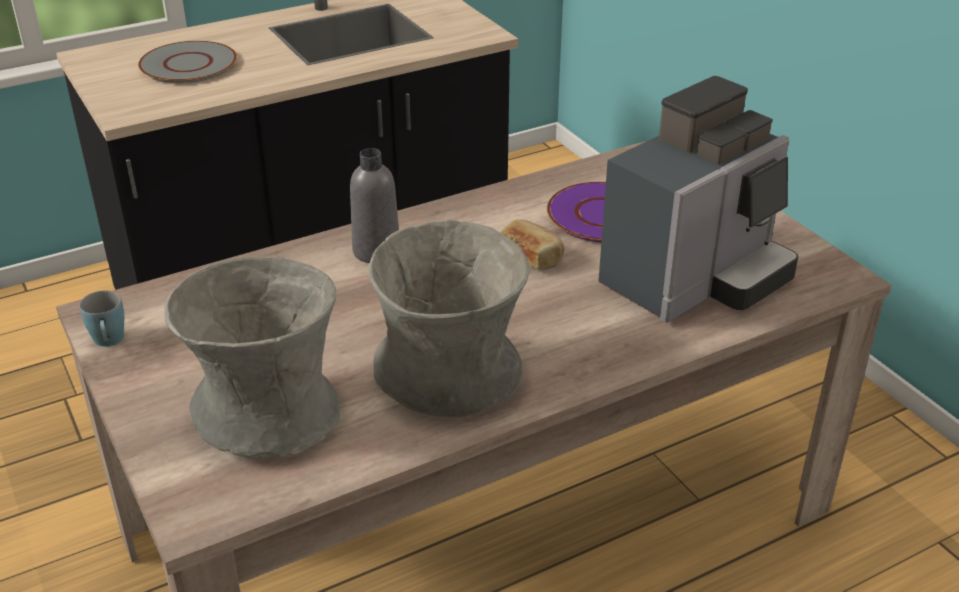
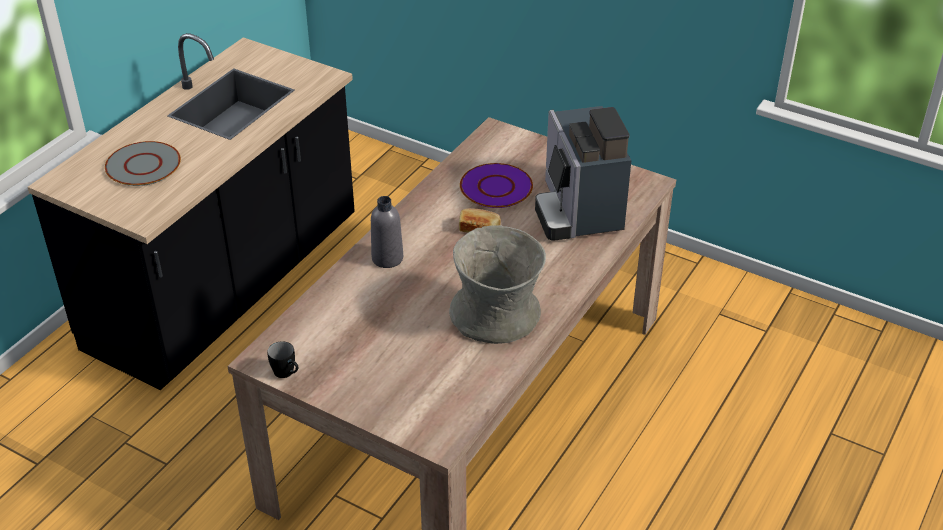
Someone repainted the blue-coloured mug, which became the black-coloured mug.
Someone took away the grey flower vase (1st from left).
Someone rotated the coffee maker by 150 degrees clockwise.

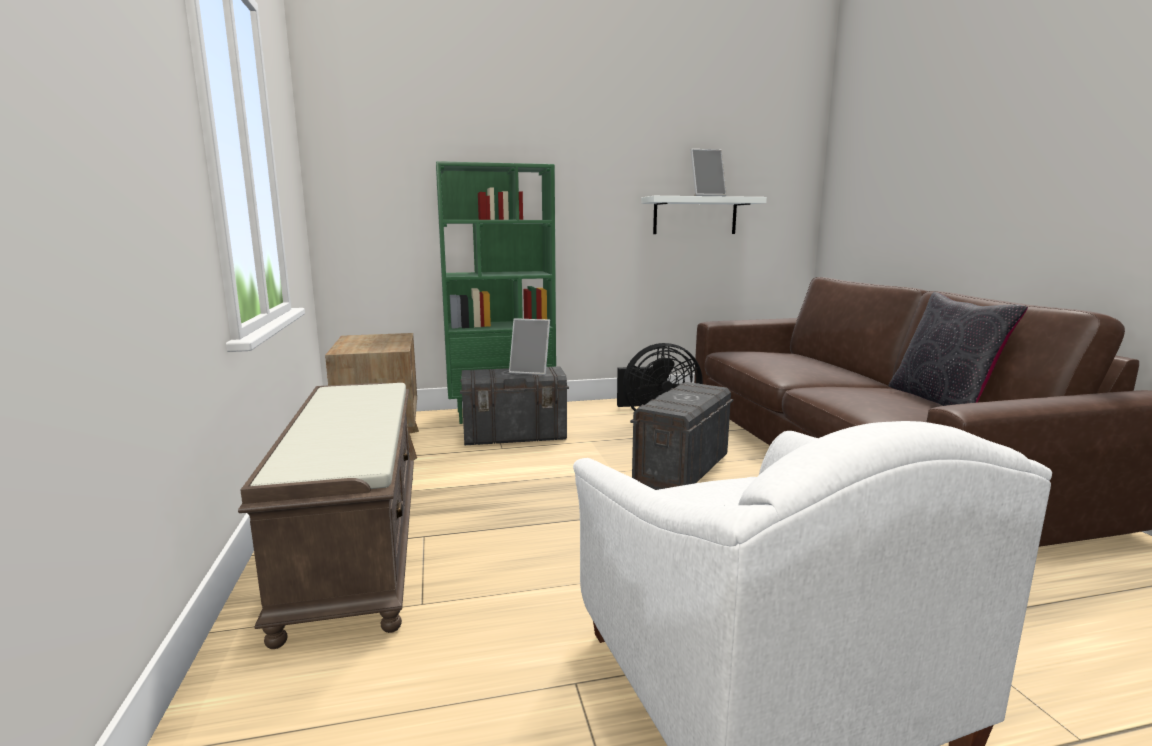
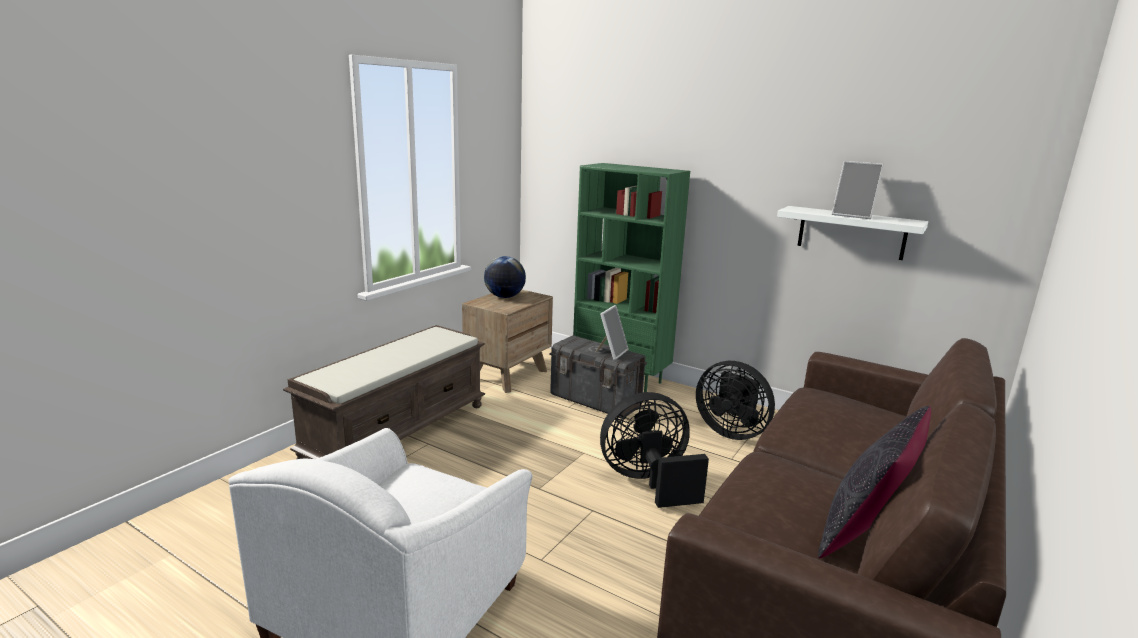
Someone rotated the picture frame (1st from left) by 120 degrees counterclockwise.
Someone swapped the grey storage box (2nd from left) for the black-coloured cooling fan (1st from left).
Someone put down the globe.

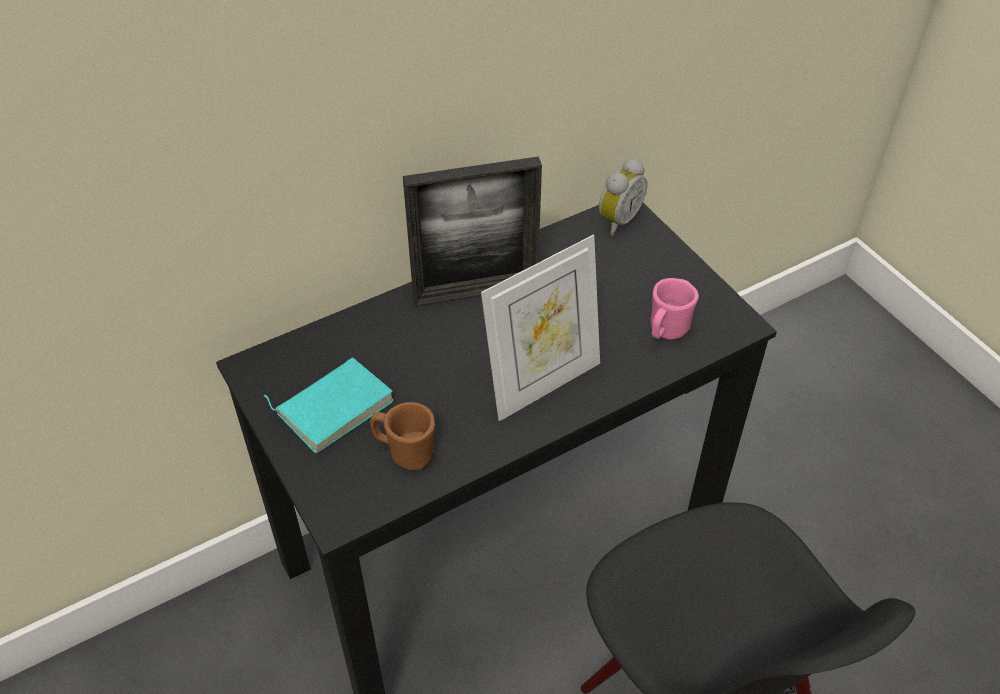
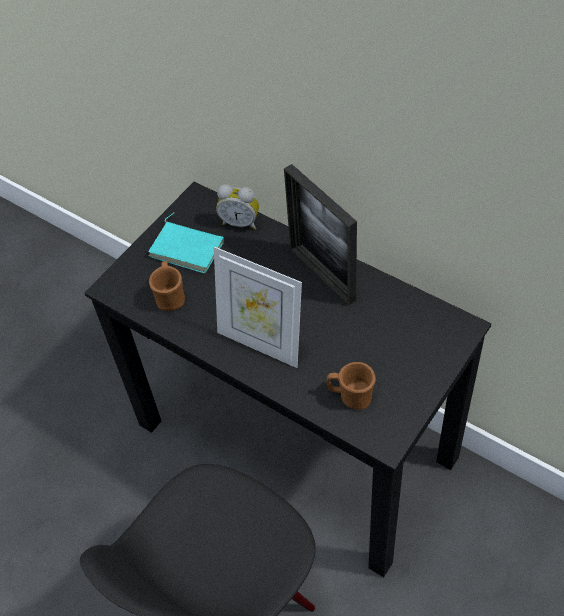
Someone carried the alarm clock.
Someone repainted the pink mug, which became the brown mug (2nd from left).

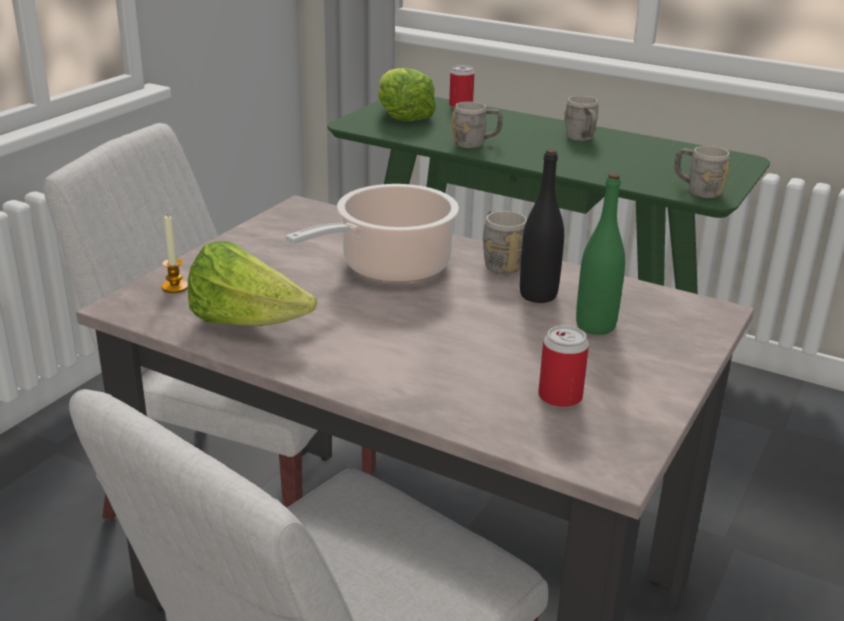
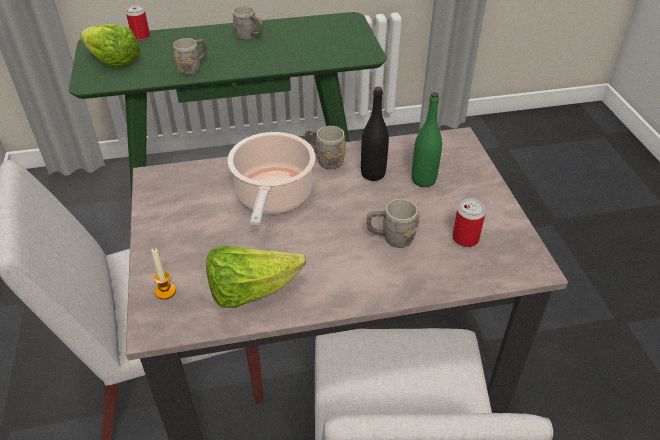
Someone carried the grey mug (4th from left).

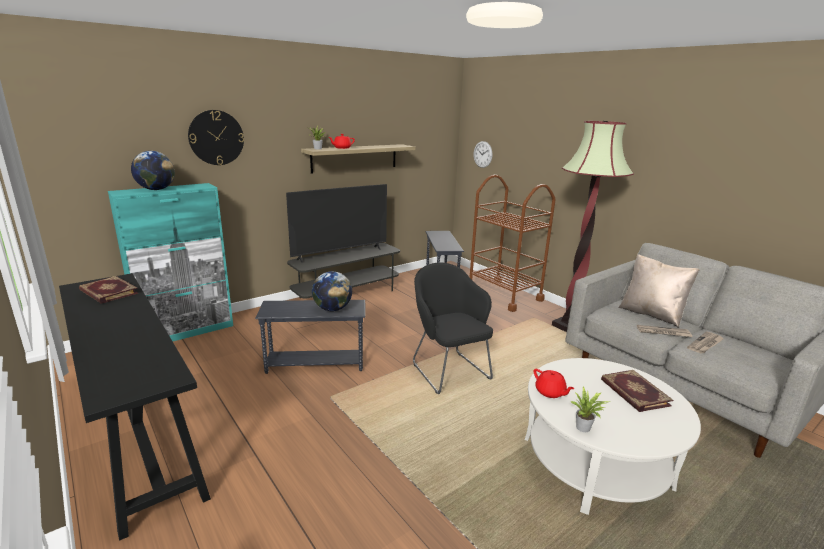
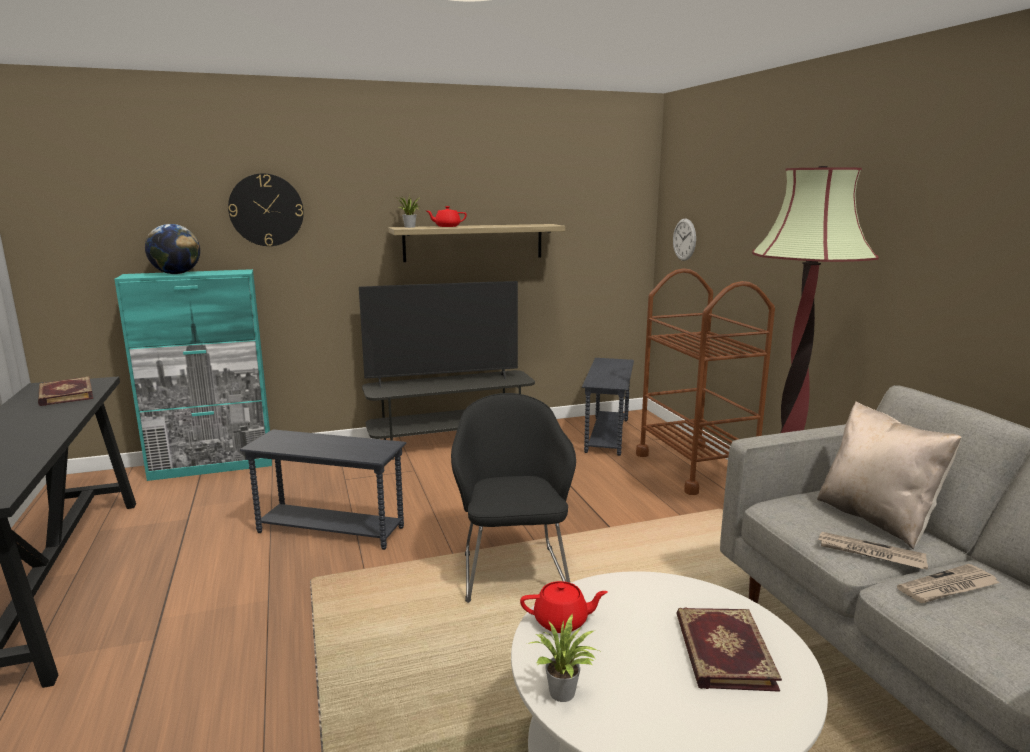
Someone took away the globe (2nd from left).
Someone rotated the red-coloured tea pot (2nd from left) by 75 degrees counterclockwise.

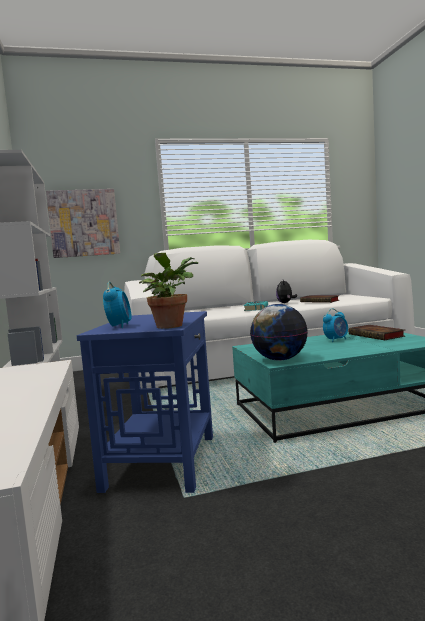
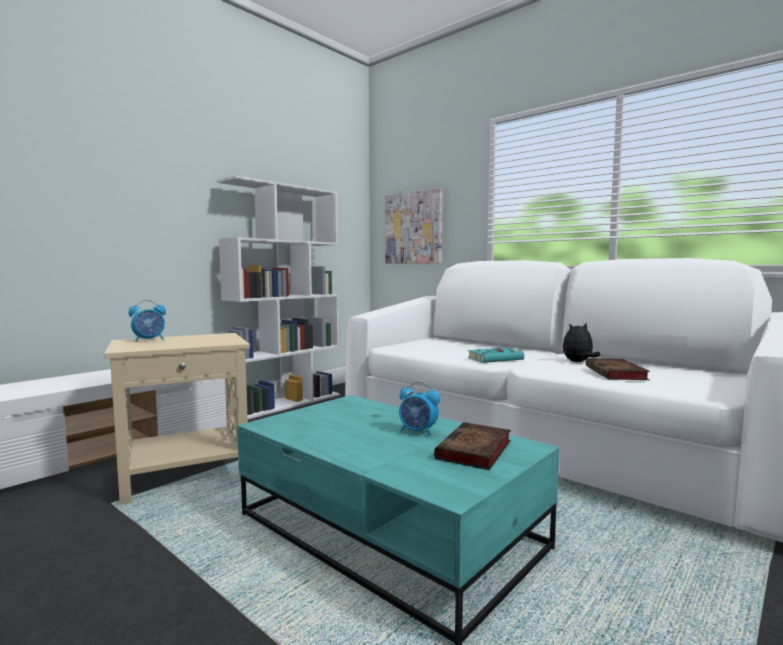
Someone repainted the blue-coloured end table, which became the beige end table.
Someone took away the houseplant.
Someone took away the globe.

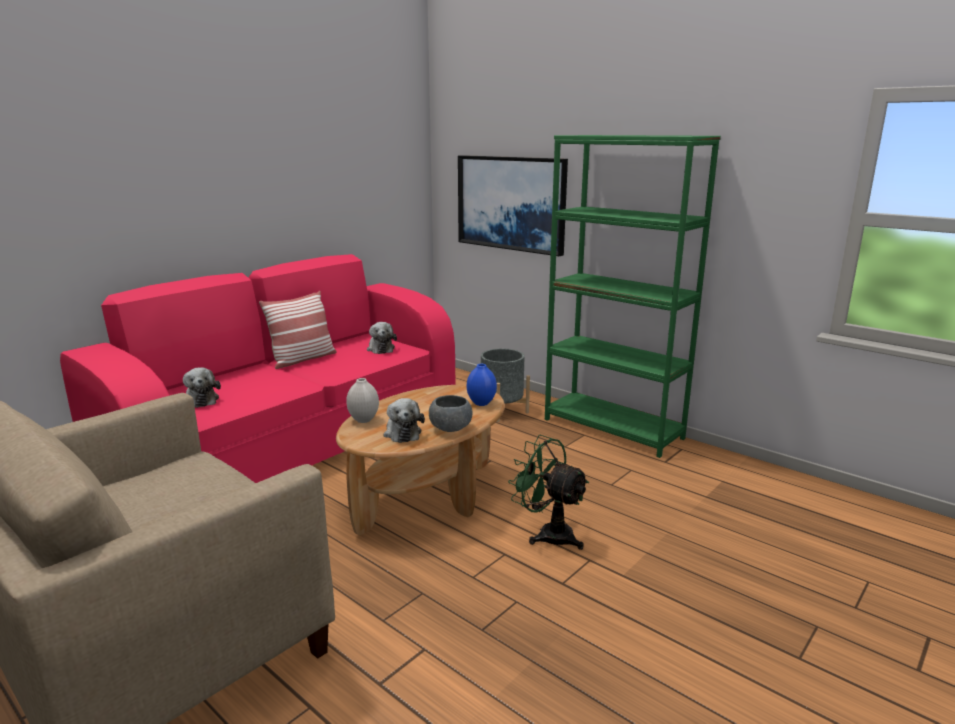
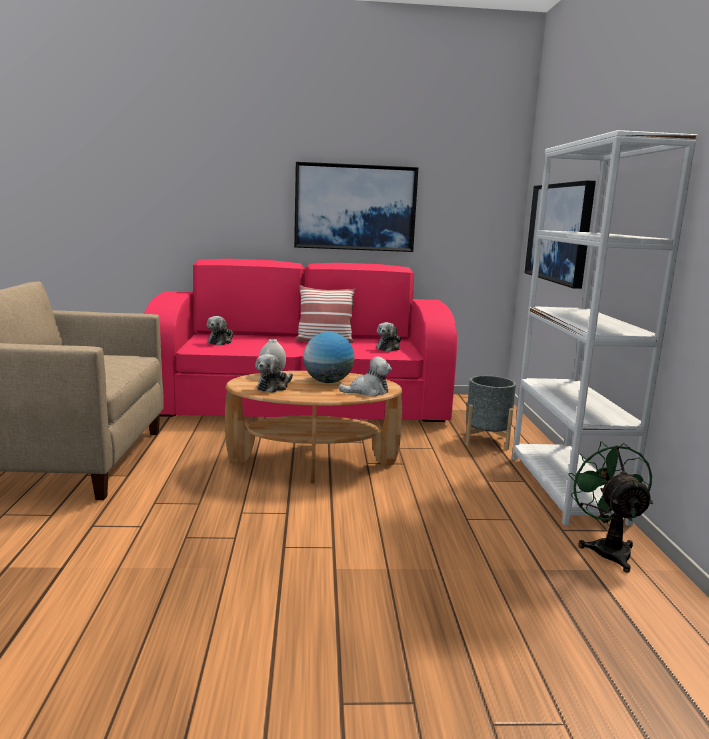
Someone took away the grey bowl.
Someone swapped the blue-coloured flower vase for the soft toy (3rd from left).
Someone carried the greenish cooling fan.
Someone repainted the greenish bookcase, which became the white bookcase.
Someone put up the picture (1st from left).
Someone put down the globe.

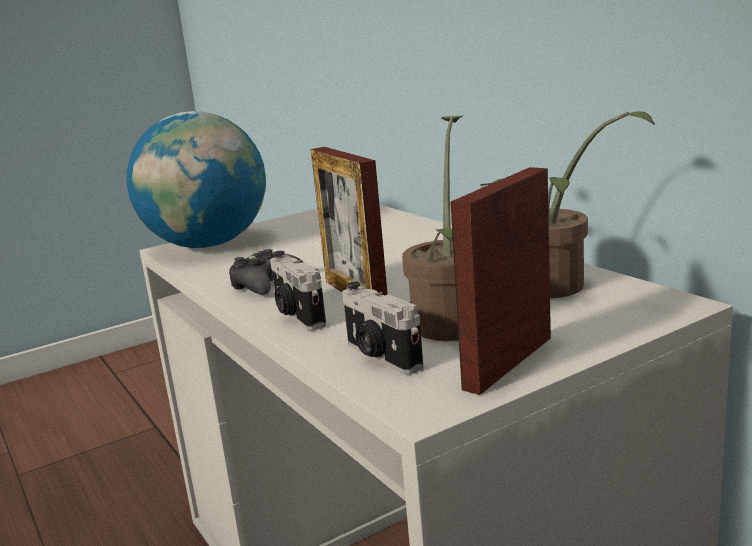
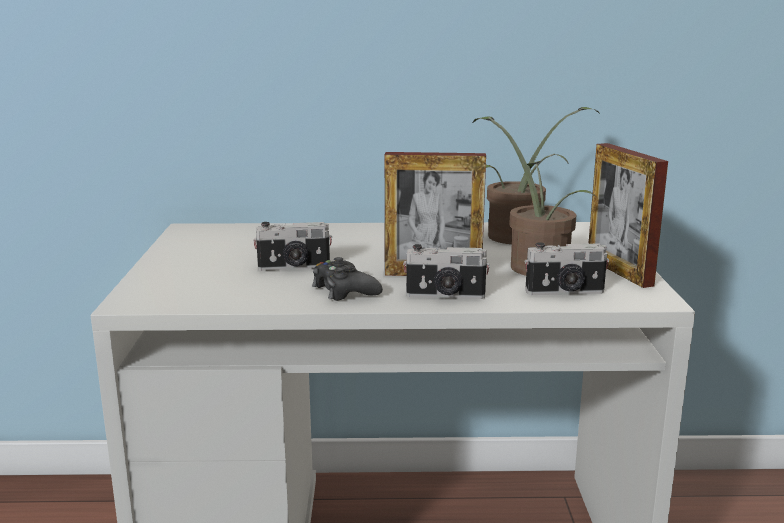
Someone took away the globe.
Someone put down the still camera (1st from left).

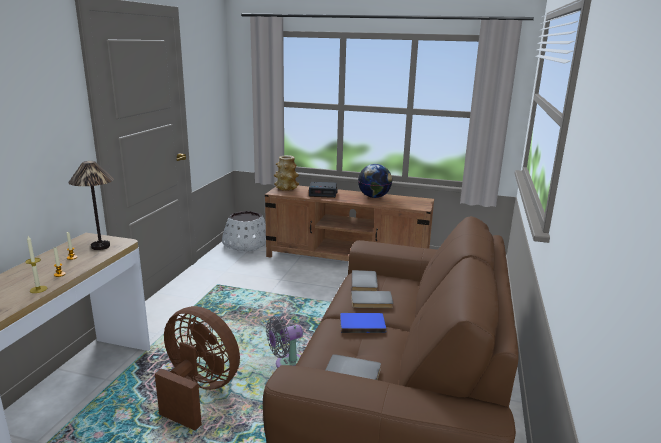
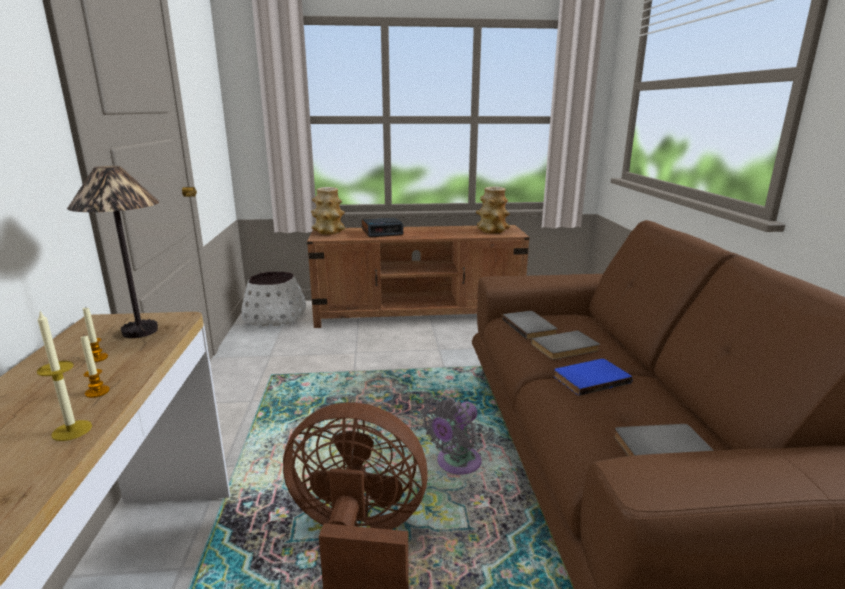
Someone took away the globe.
Someone put down the flower vase (2nd from left).

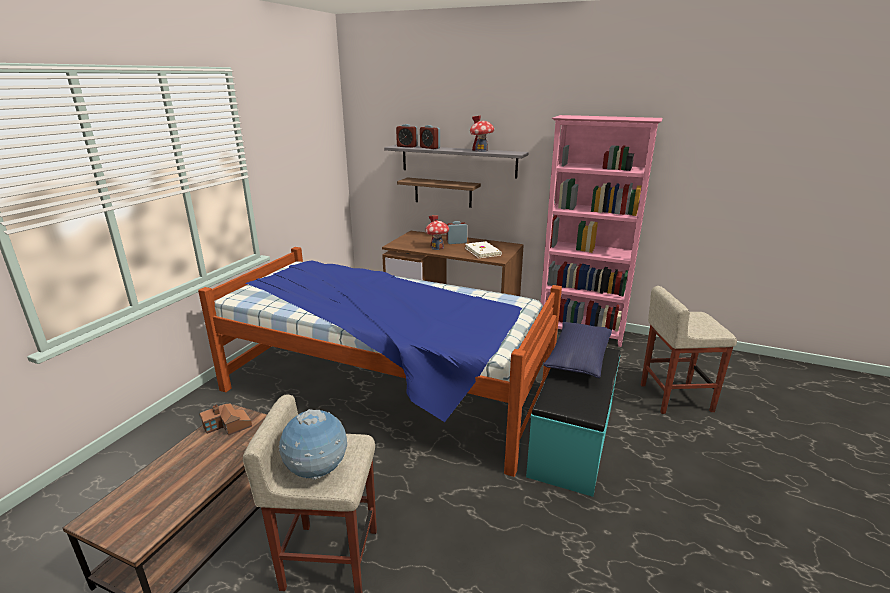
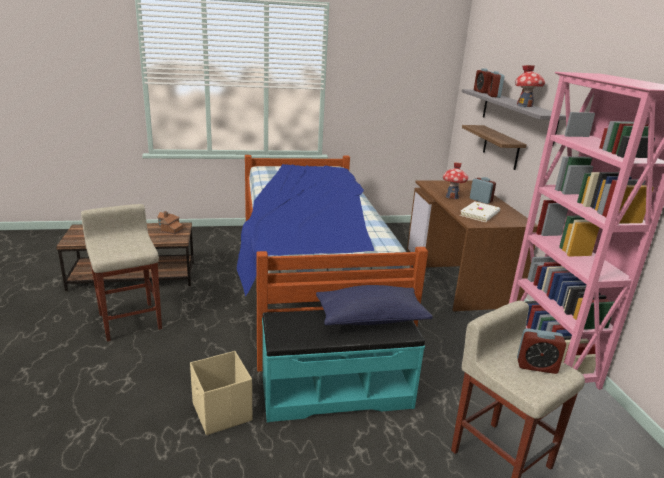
Someone took away the globe.
Someone put down the beige storage box.
Someone put down the alarm clock (4th from left).

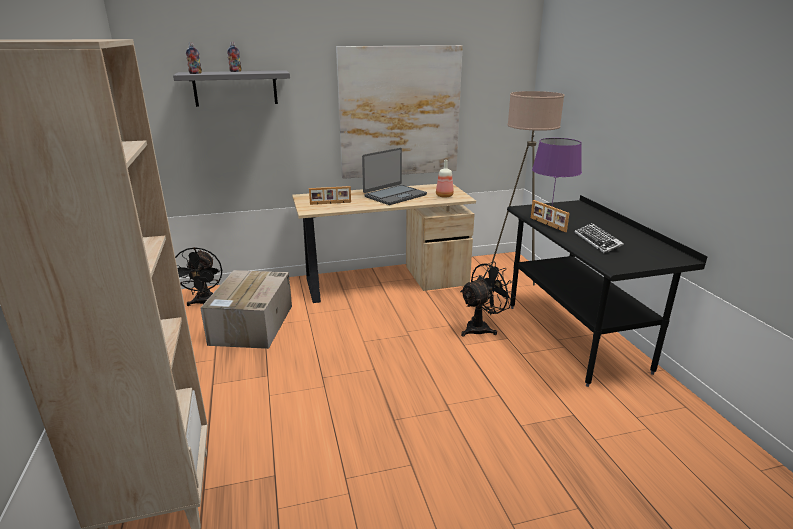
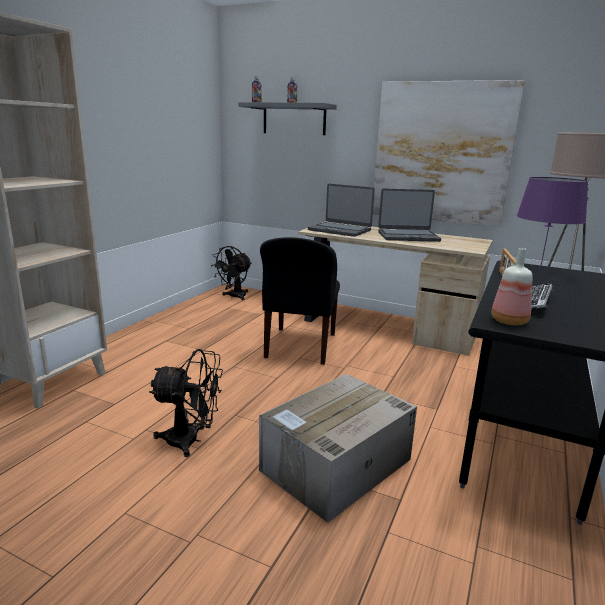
Someone carried the cardboard box.
Someone swapped the picture frame (1st from left) for the portable computer (1st from left).
Someone carried the beverage bottle (3rd from left).
Someone carried the black-coloured cooling fan (2nd from left in the first image).
Someone put down the black-coloured chair.

